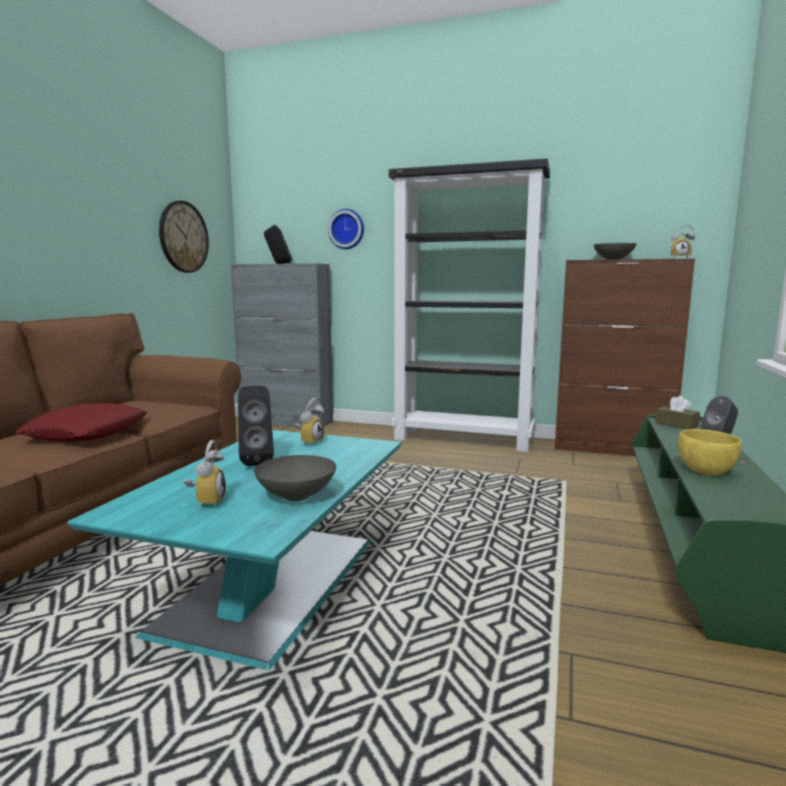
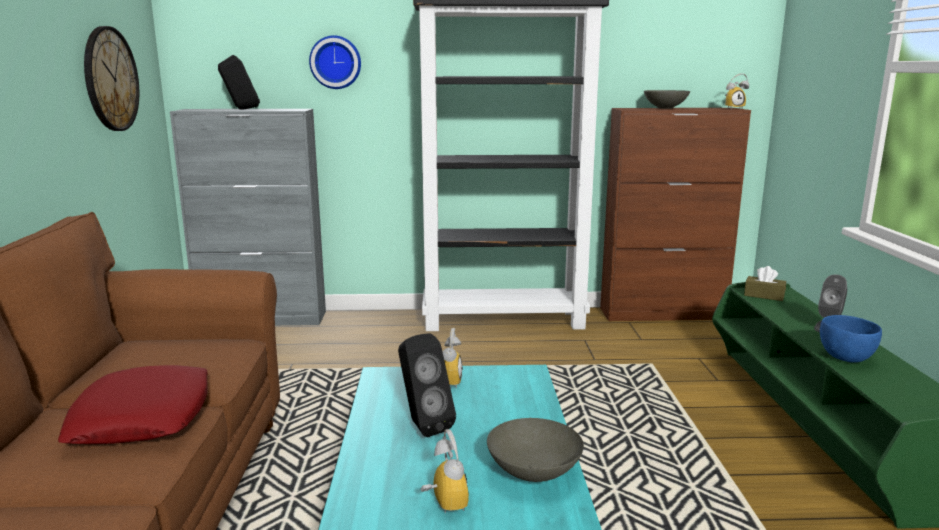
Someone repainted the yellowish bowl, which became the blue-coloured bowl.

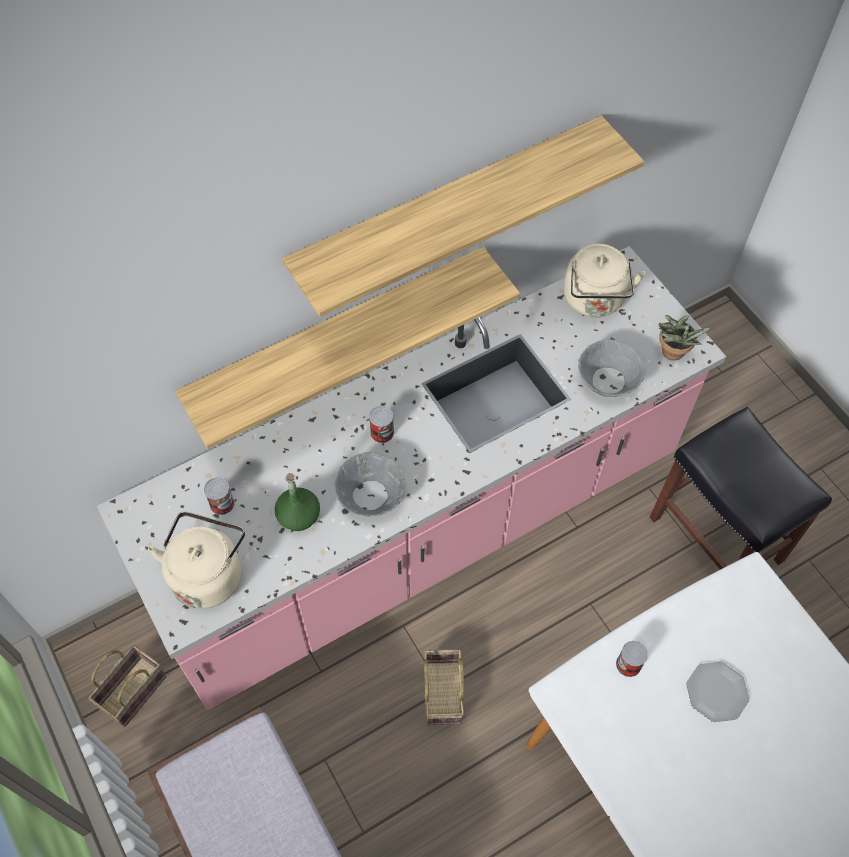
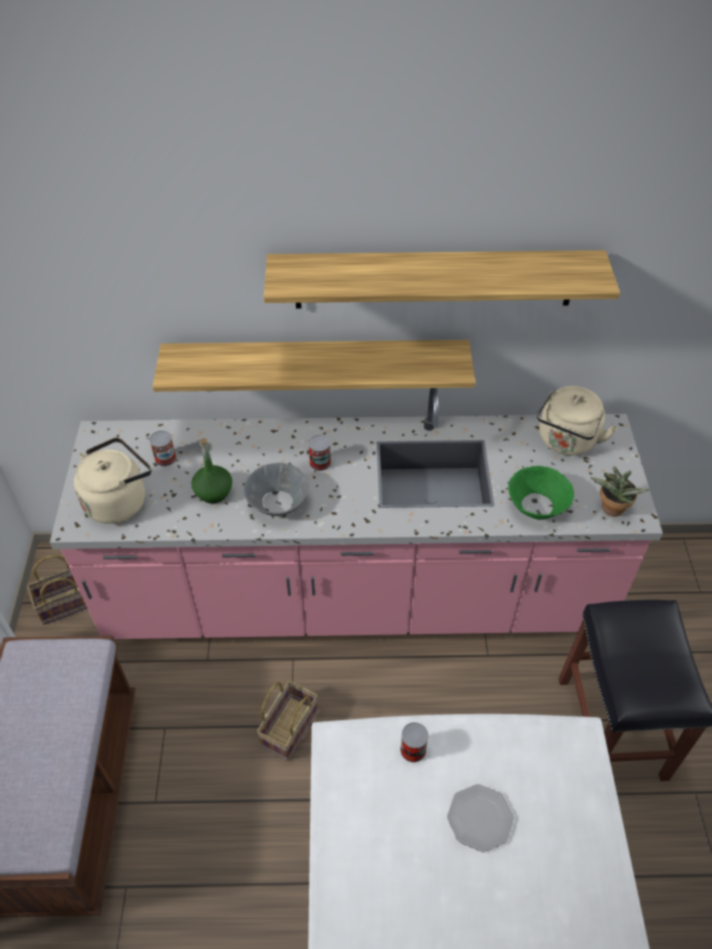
Someone repainted the grey bowl (2nd from left), which became the greenish bowl.

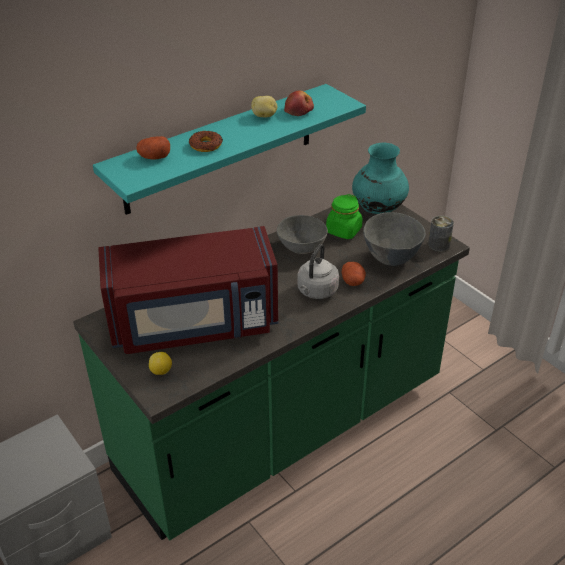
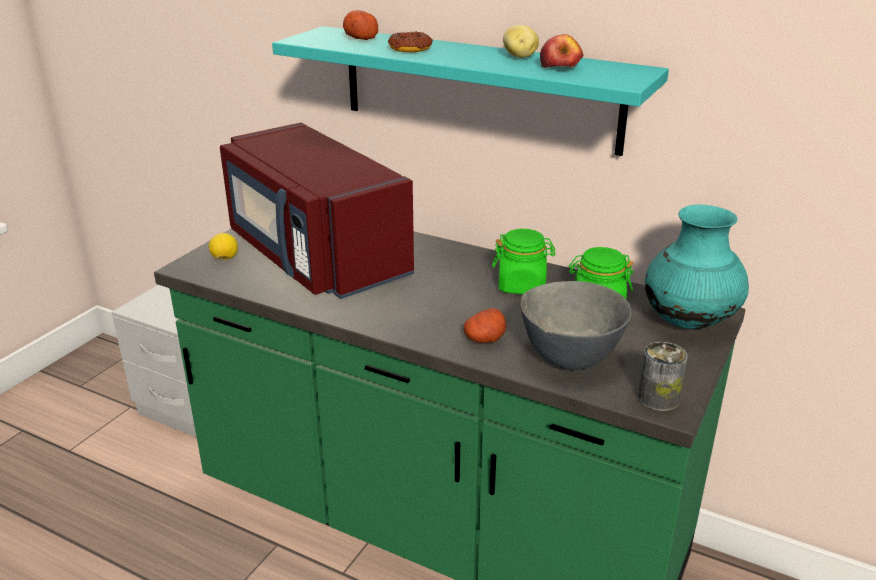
Someone swapped the grey bowl (1st from left) for the greenish preserve jar (1st from left).
Someone took away the grey tea kettle.

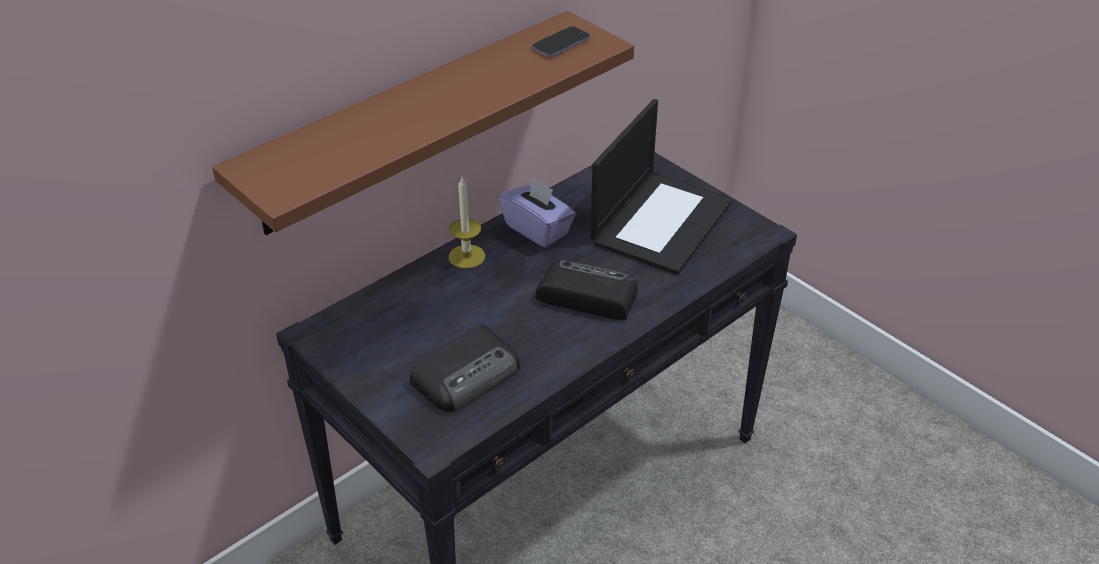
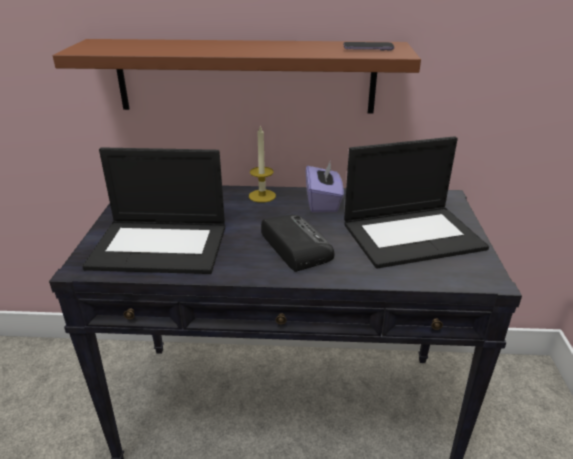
Someone swapped the radio (1st from left) for the portable computer (1st from left).

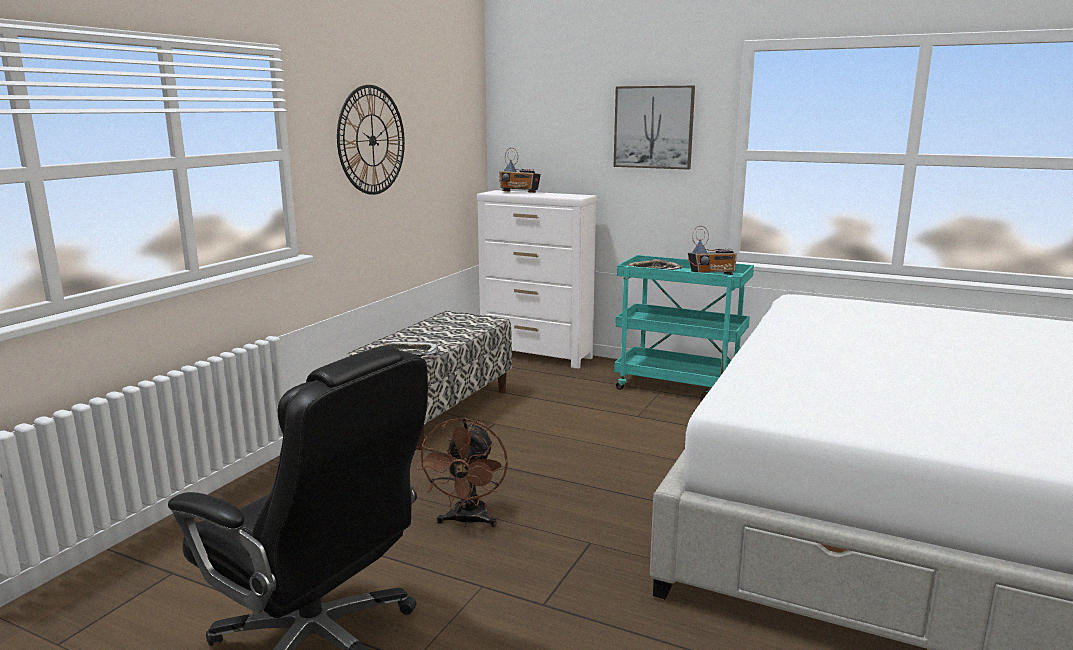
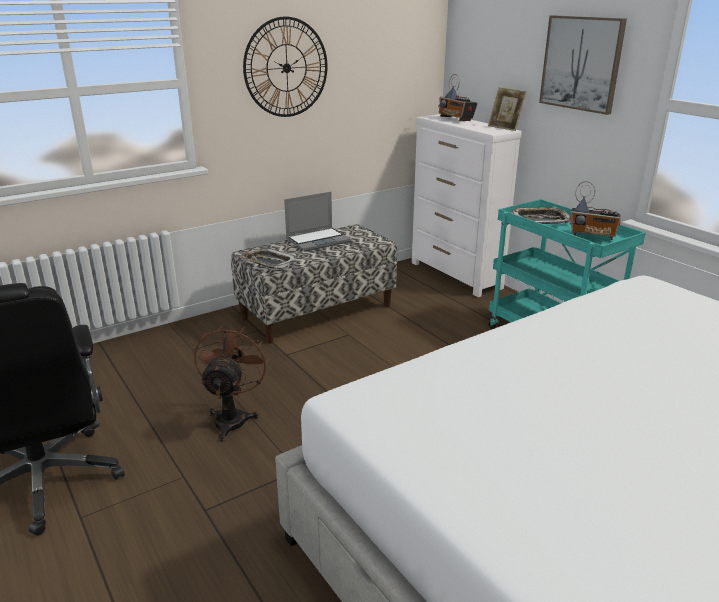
Someone rotated the brown cooling fan by 150 degrees clockwise.
Someone put down the portable computer.
Someone put down the picture frame.

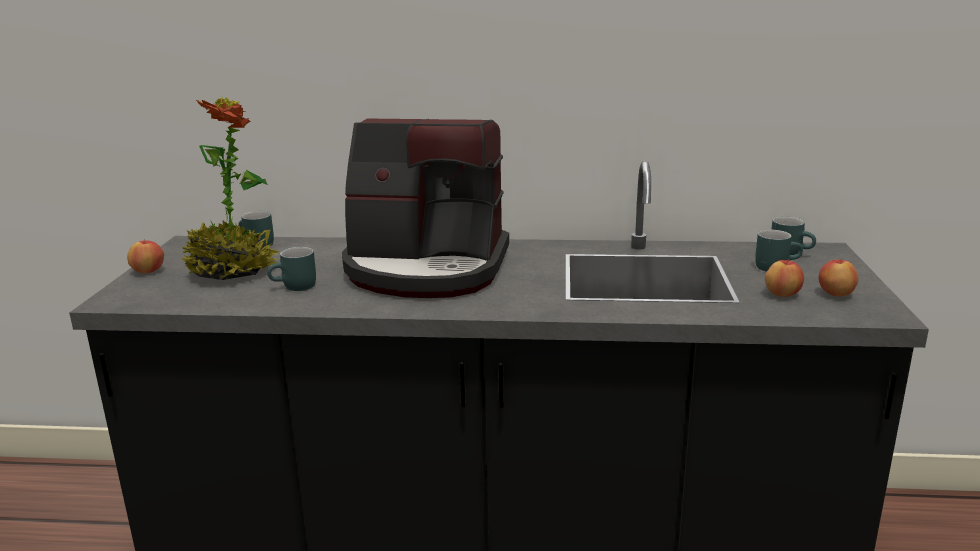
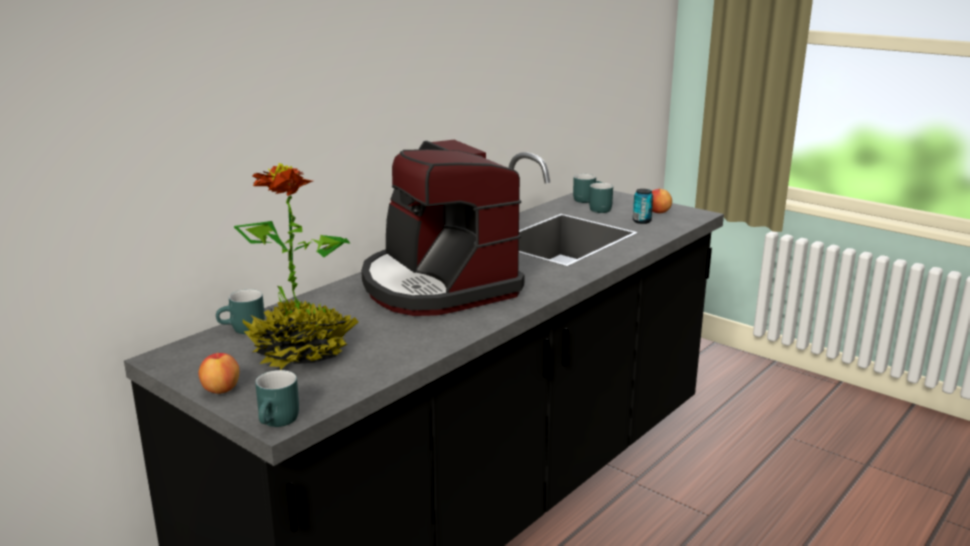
Someone carried the blue-green mug (2nd from left).
Someone rotated the coffee maker by 105 degrees clockwise.
Someone swapped the apple fruit (2nd from left) for the can.

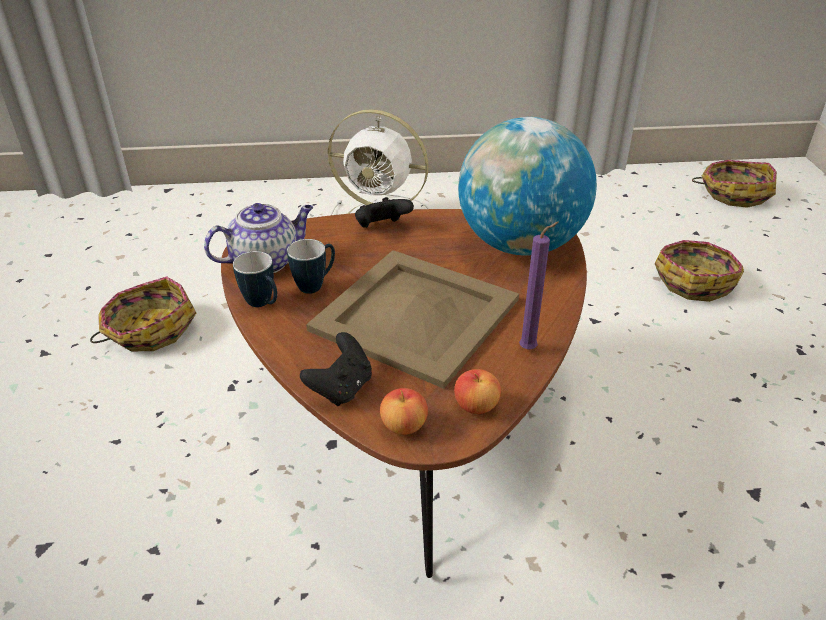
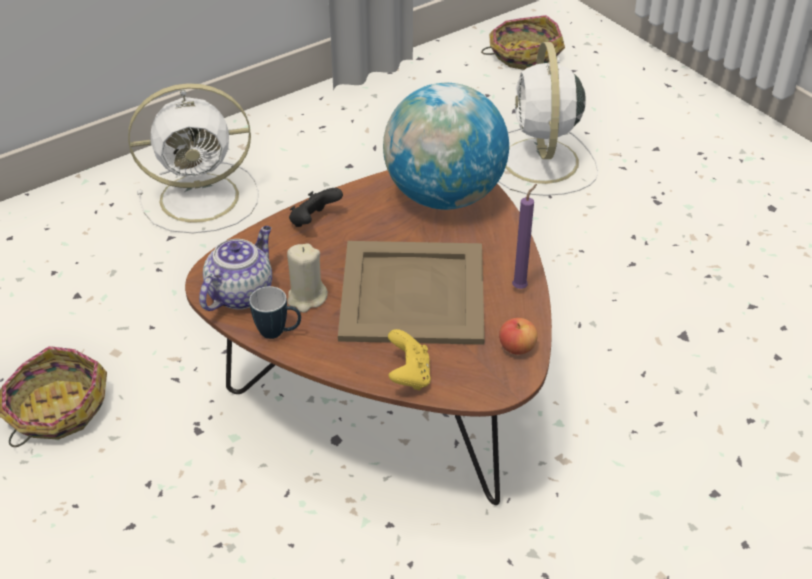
Someone swapped the mug (2nd from left) for the beige wax light.
Someone repainted the black-coloured joypad (1st from left), which became the yellowish joypad.
Someone took away the apple fruit (1st from left).
Someone swapped the storage basket (2nd from left) for the white cooling fan (2nd from left).

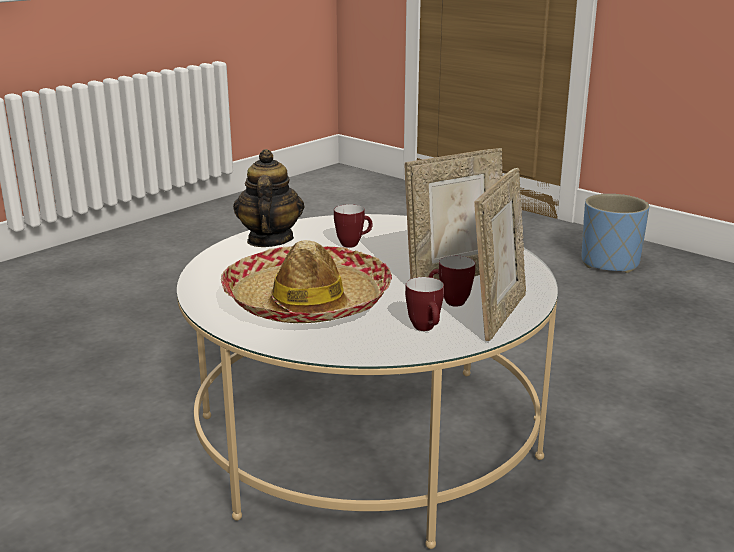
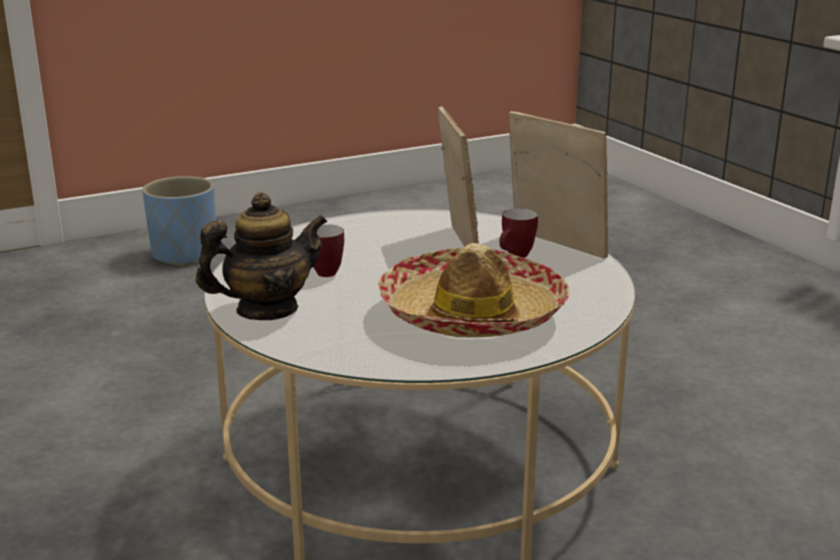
Someone rotated the tea pot by 135 degrees clockwise.
Someone took away the mug (2nd from left).

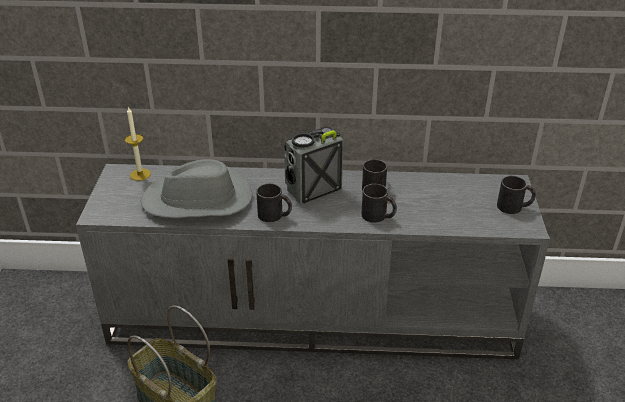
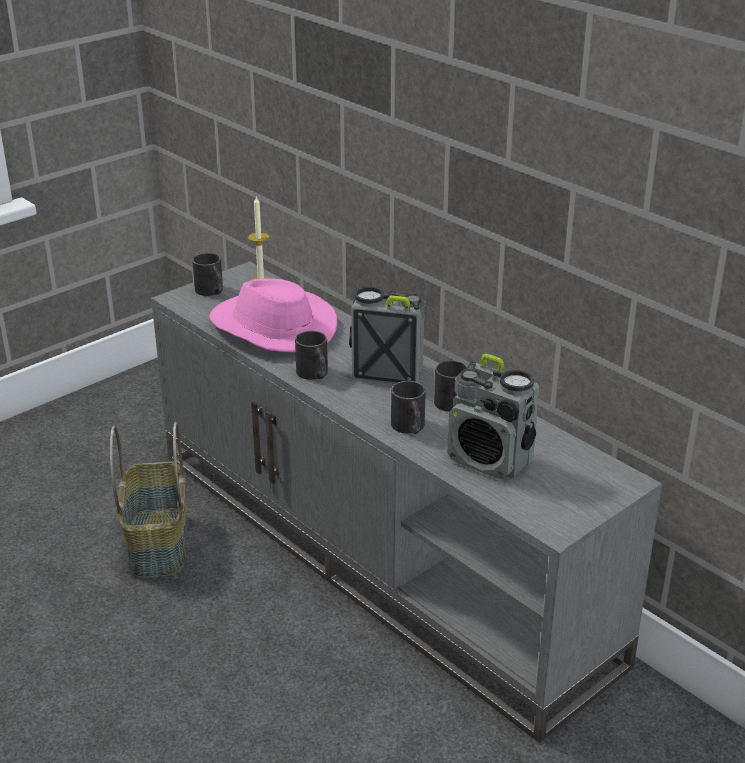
Someone repainted the grey hat, which became the pink hat.
Someone carried the black-coloured mug (4th from left in the first image).
Someone put down the radio (2nd from left).

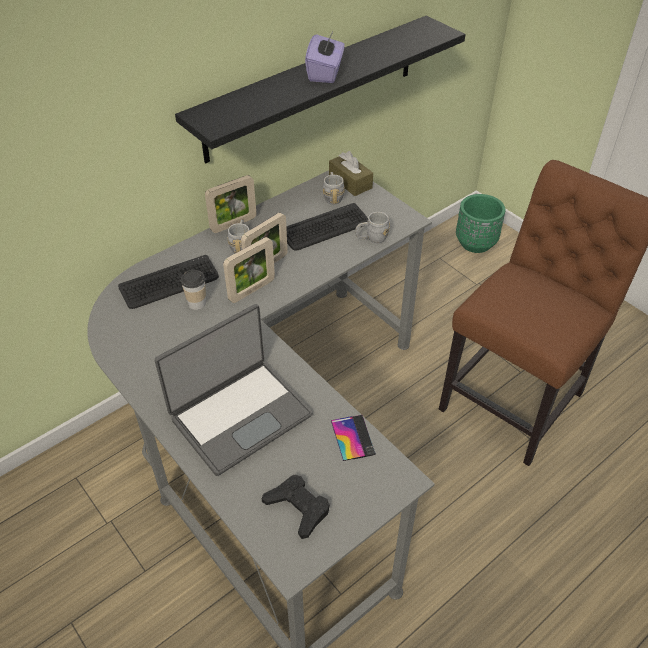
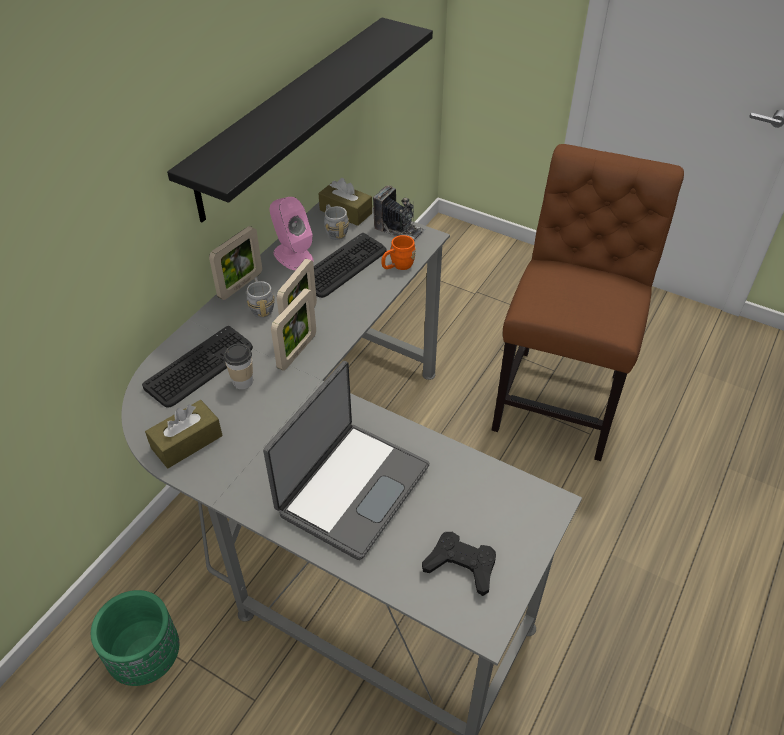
Someone took away the purple-coloured tissue box.
Someone took away the telephone.
Someone repainted the grey mug (3rd from left), which became the orange mug.
Someone carried the greenish planter.
Someone put down the brown tissue box (1st from left).
Someone put down the pink loudspeaker.
Someone put down the still camera.

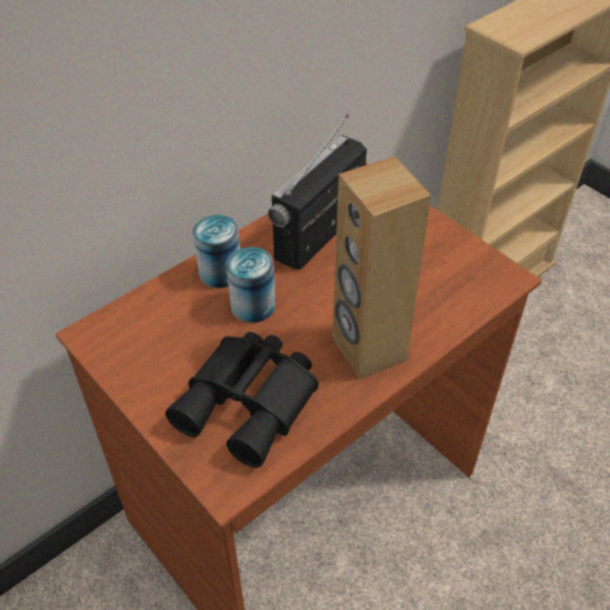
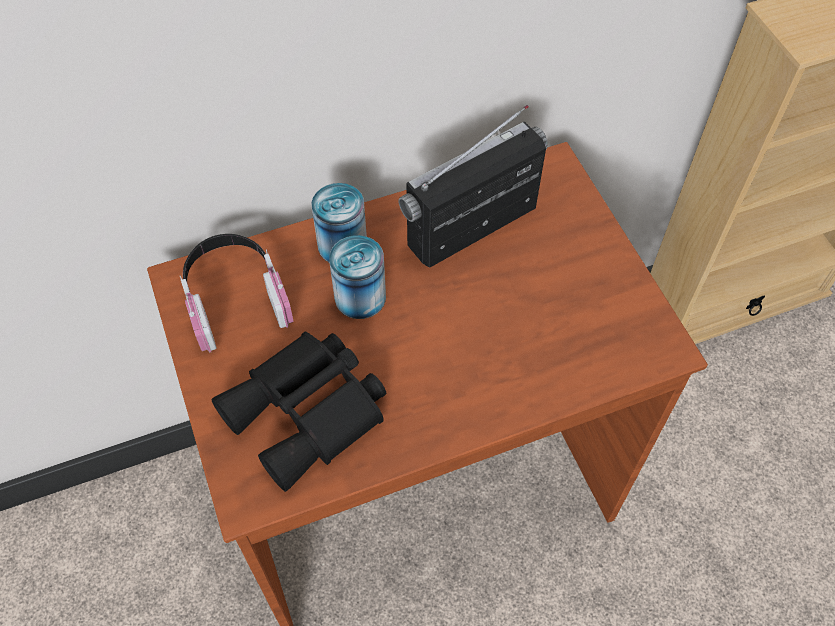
Someone took away the brown loudspeaker.
Someone put down the pair of headphones.

